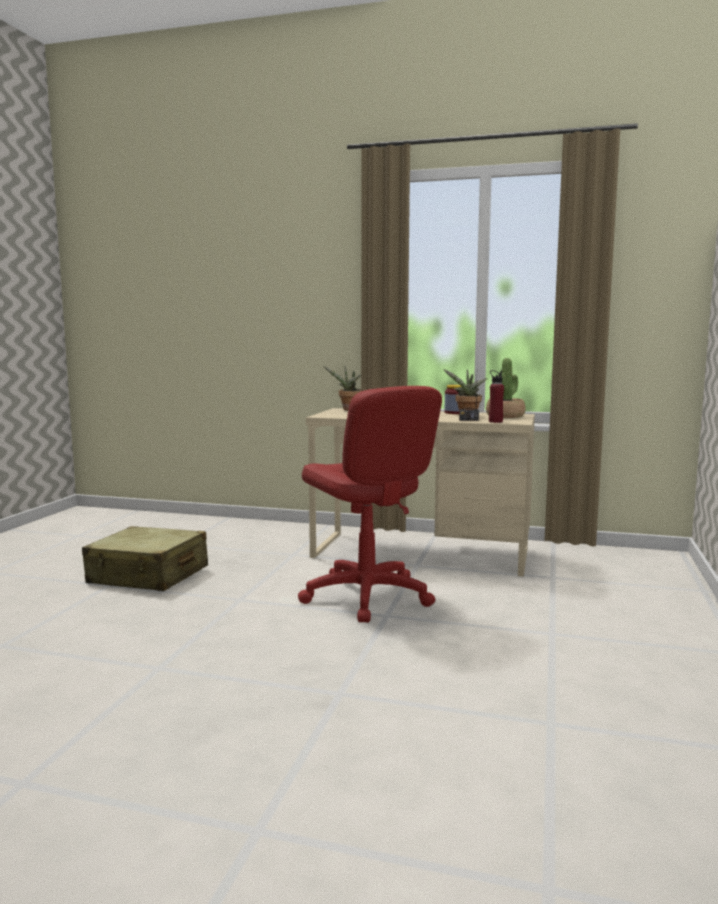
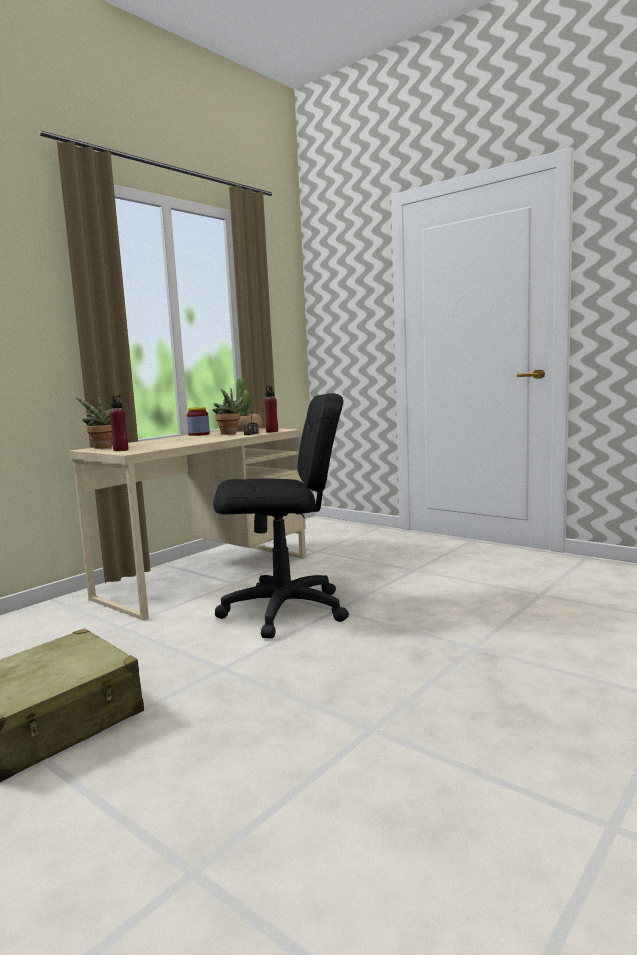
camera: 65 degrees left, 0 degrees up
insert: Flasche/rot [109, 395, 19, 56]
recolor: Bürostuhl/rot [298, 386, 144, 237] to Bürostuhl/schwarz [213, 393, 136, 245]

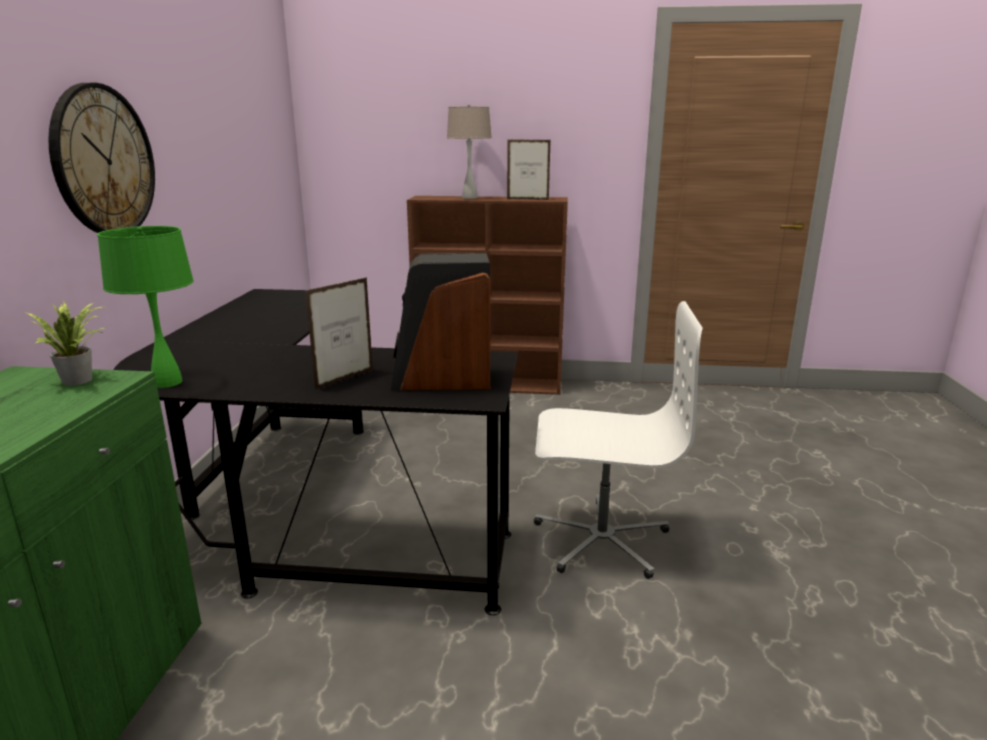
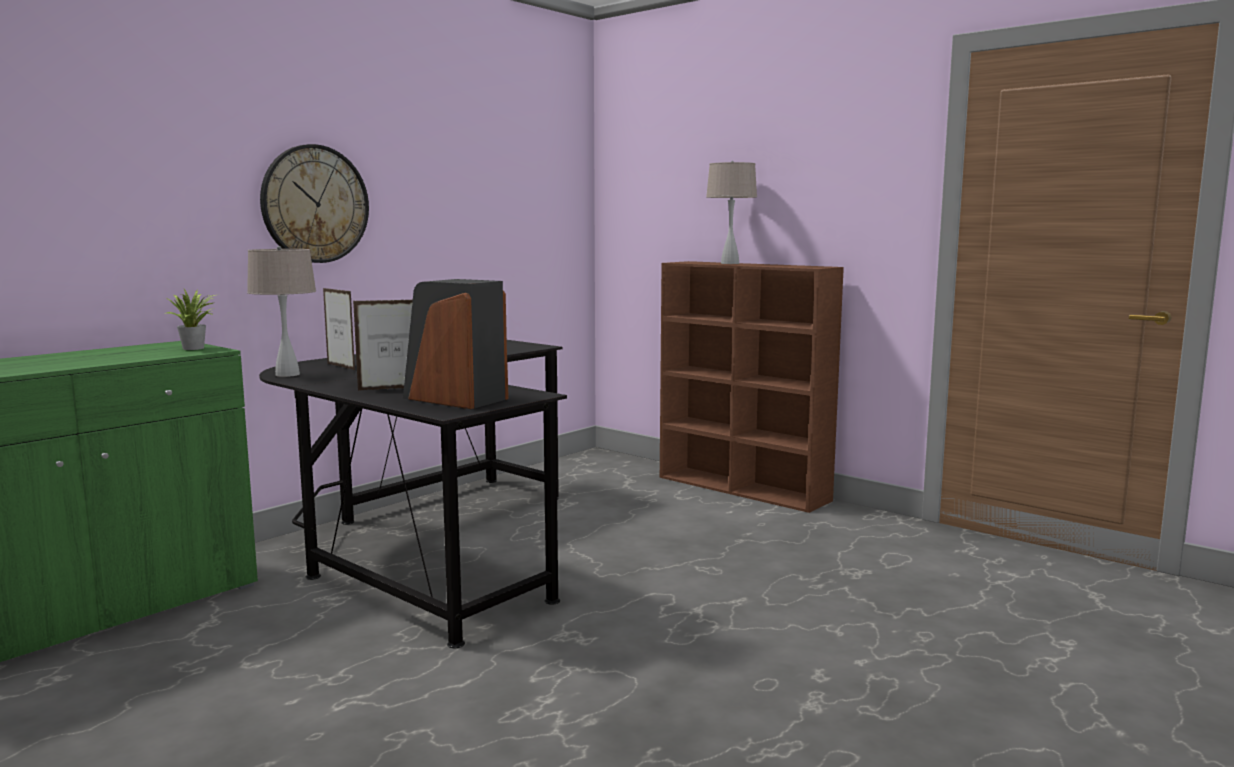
camera: 35 degrees right, 10 degrees down
delete: Bürostuhl/weiß [534, 301, 169, 278]
move: Bilderrahmen [507, 139, 43, 61] to [323, 288, 32, 82]
recolor: Tischlampe/grün [97, 226, 97, 162] to Tischlampe/beige [247, 246, 69, 131]

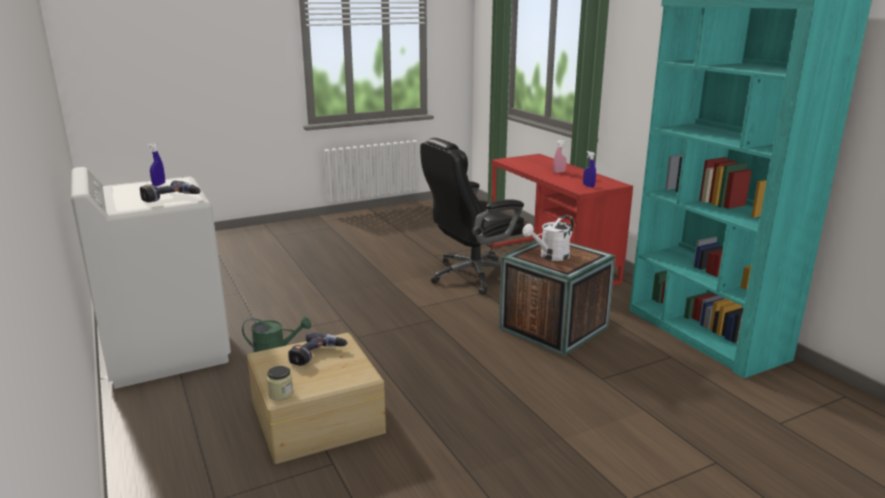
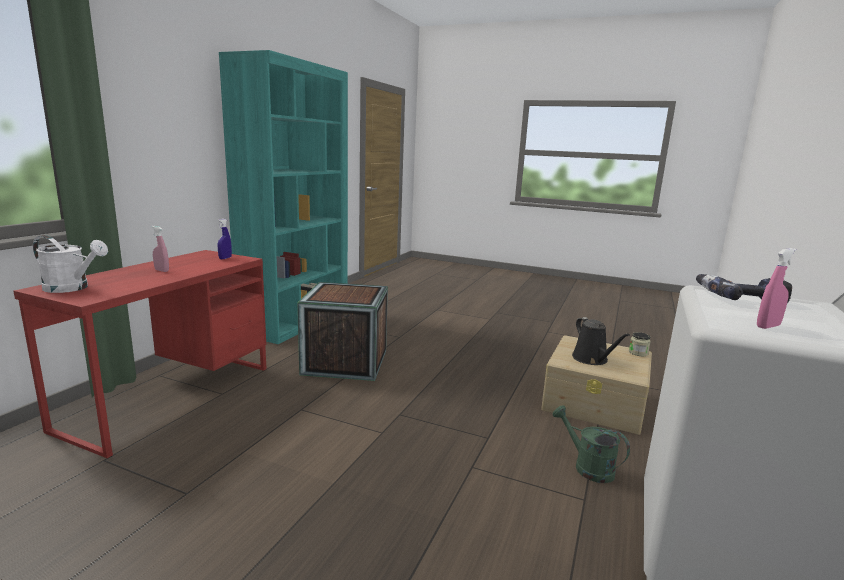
camera: 130 degrees left, 5 degrees down
delete: Bürostuhl/schwarz [420, 138, 105, 157]
move: Gießkanne/weiß [522, 215, 52, 46] to [33, 235, 75, 58]
replace: Bohrmaschine [288, 333, 59, 33] to Gießkanne/schwarz [572, 317, 58, 48]
recolor: Sprühflasche/blau [148, 142, 17, 44] to Sprühflasche/rosa [757, 248, 39, 81]

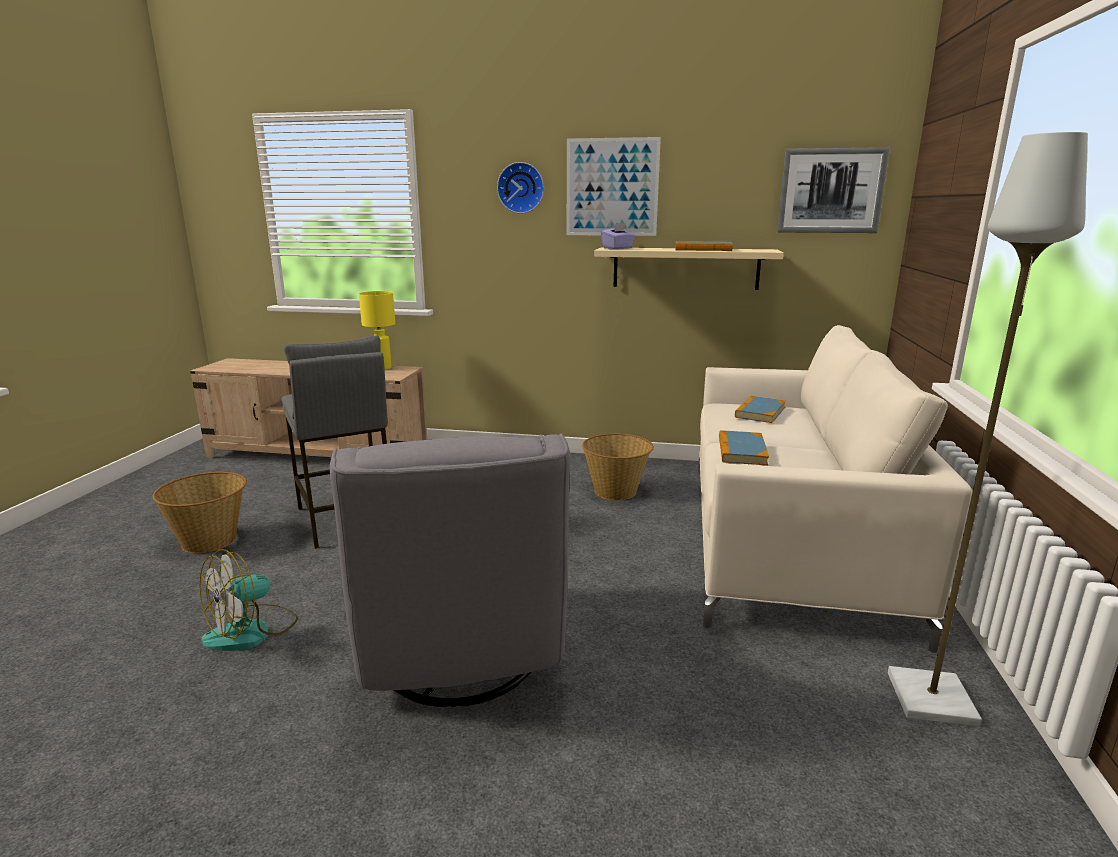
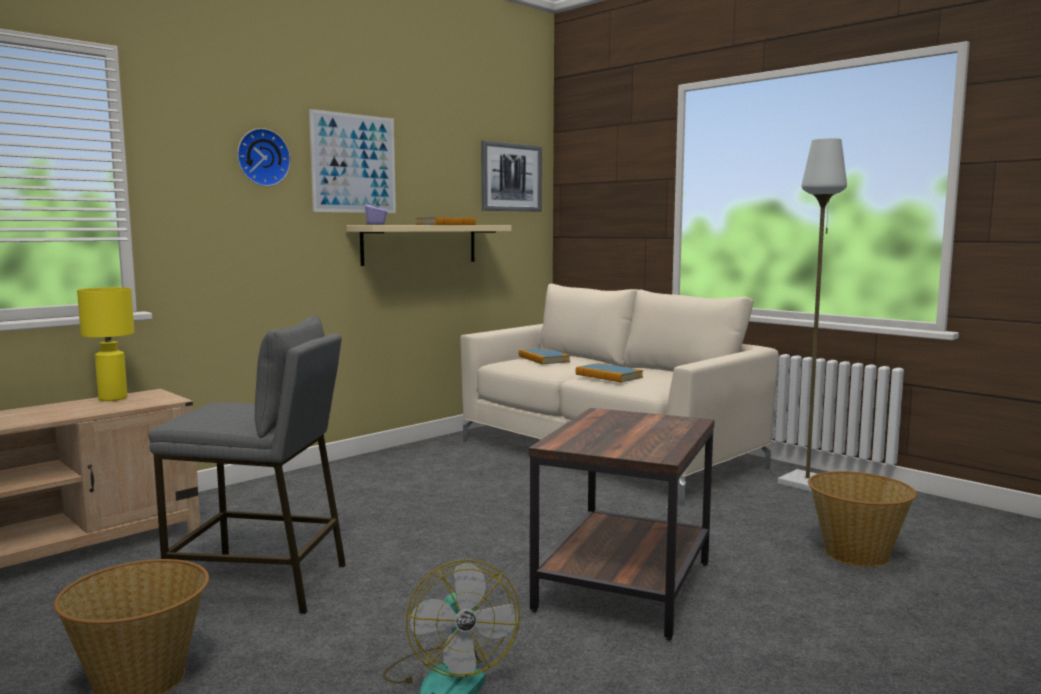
camera: 55 degrees left, 10 degrees down
move: Korb [582, 433, 72, 67] to [808, 471, 109, 96]
replace: Sessel/grau [330, 433, 240, 274] to Beistelltisch/braun [529, 408, 186, 232]

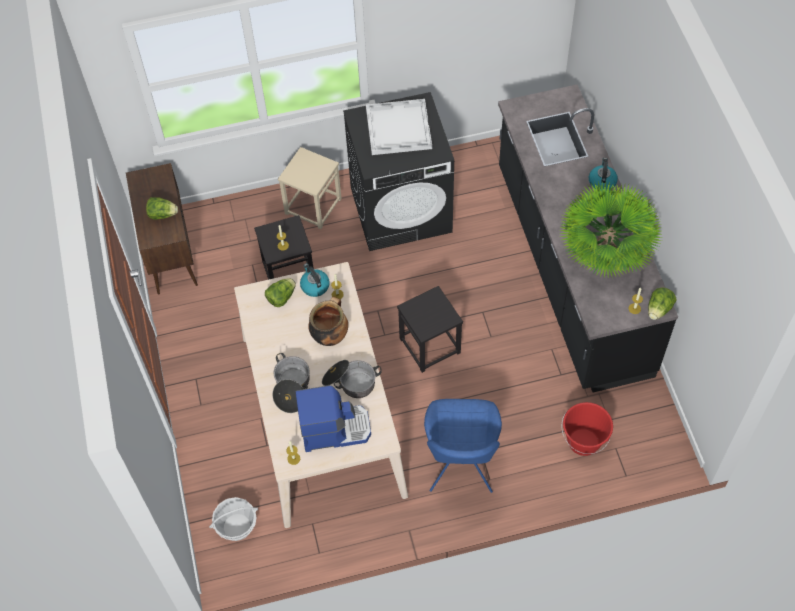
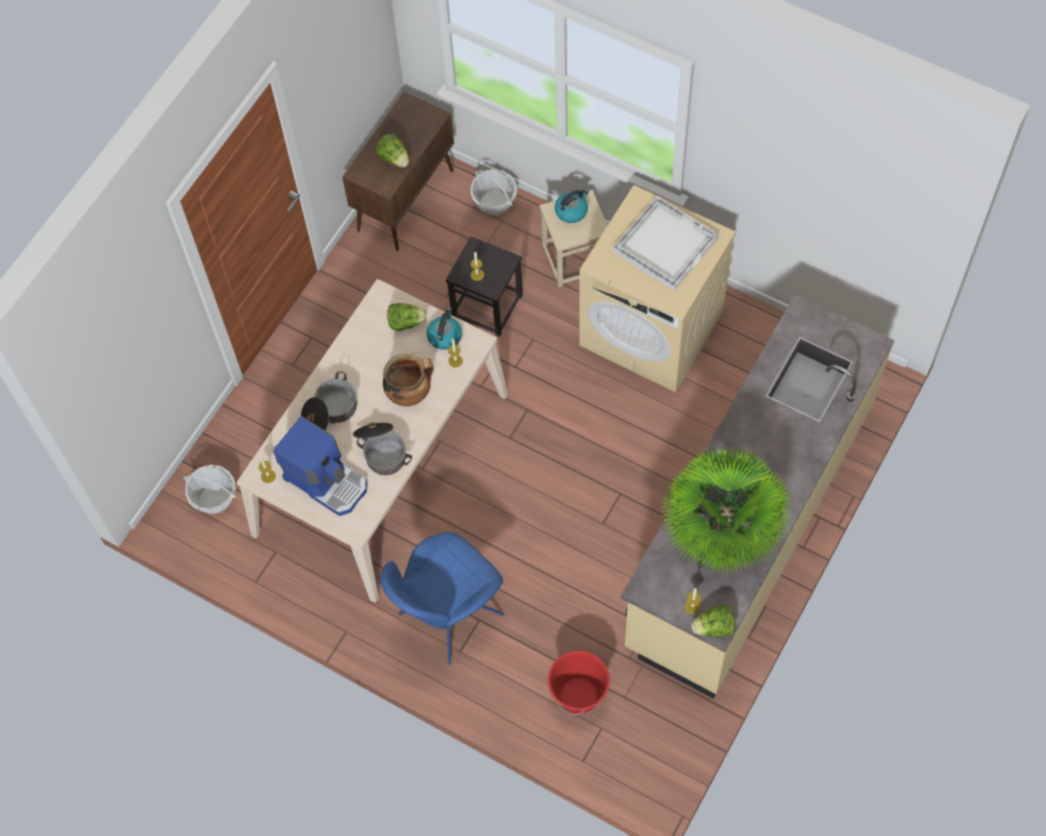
camera: 45 degrees right, 5 degrees up
delete: Hocker/schwarz [397, 286, 66, 87]
insert: Korb [471, 169, 46, 47]
move: Wasserkessel [589, 158, 29, 33] to [555, 189, 34, 34]
recolor: Küchenzeile/schwarz [498, 84, 180, 308] to Küchenzeile/beige [621, 294, 273, 404]; Waschmaschine/schwarz [343, 92, 111, 159] to Waschmaschine/beige [579, 185, 157, 207]

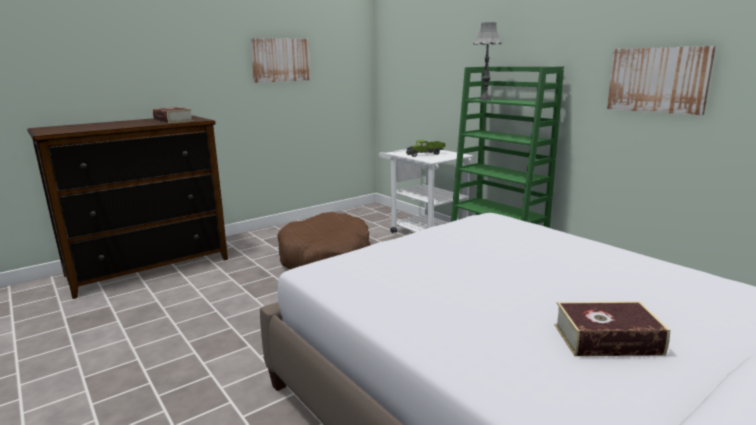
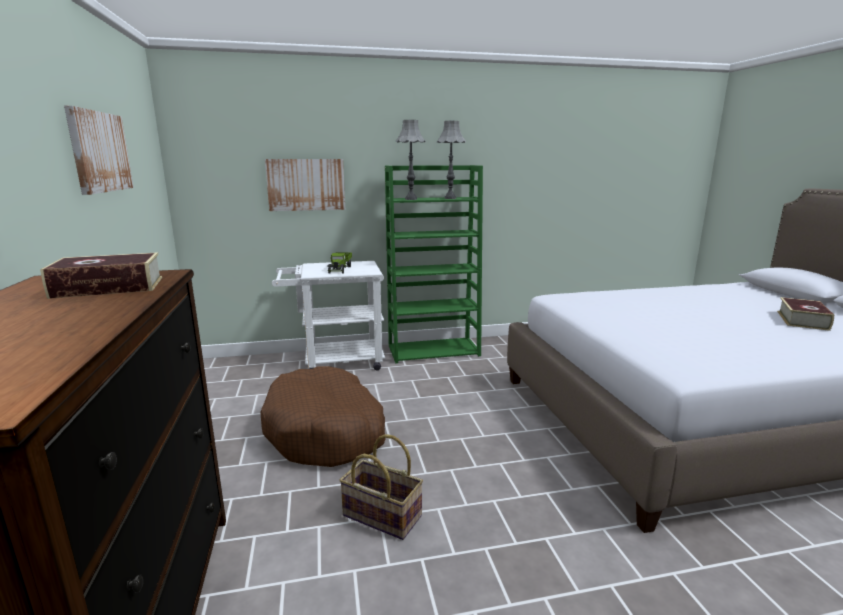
camera: 65 degrees left, 0 degrees up
insert: Tischlampe/grau [437, 121, 29, 78]; Korb [339, 434, 84, 106]
move: Bild [607, 46, 109, 69] to [265, 159, 80, 52]

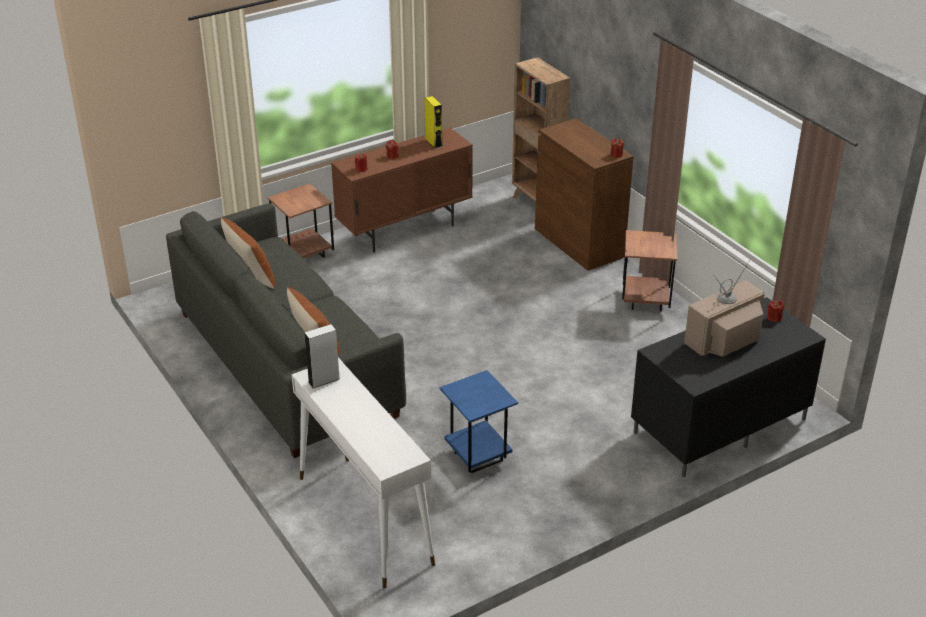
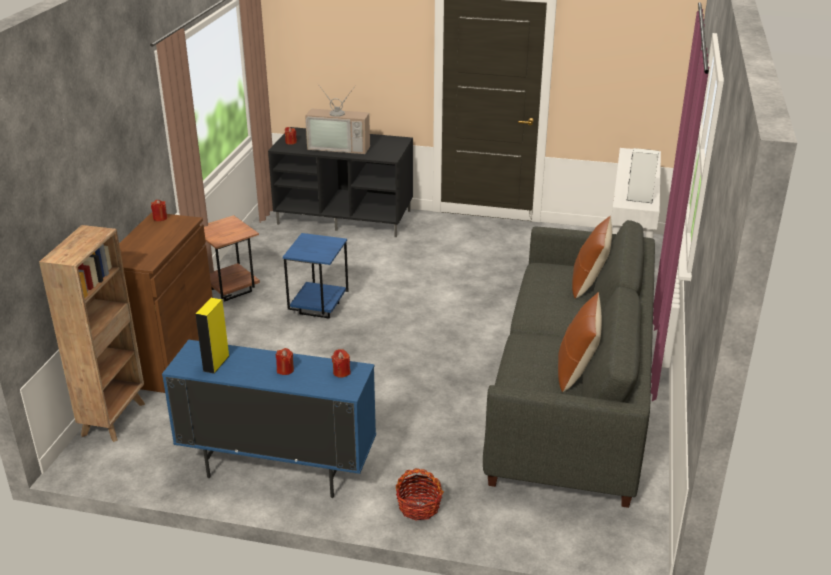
camera: 135 degrees left, 5 degrees down
move: Beistelltisch/blau [440, 370, 78, 103] to [283, 233, 65, 86]
replace: Beistelltisch/braun [267, 183, 67, 75] to Korb [396, 468, 48, 53]
recolor: Schrank/braun [331, 128, 142, 125] to Schrank/blau [162, 340, 214, 158]

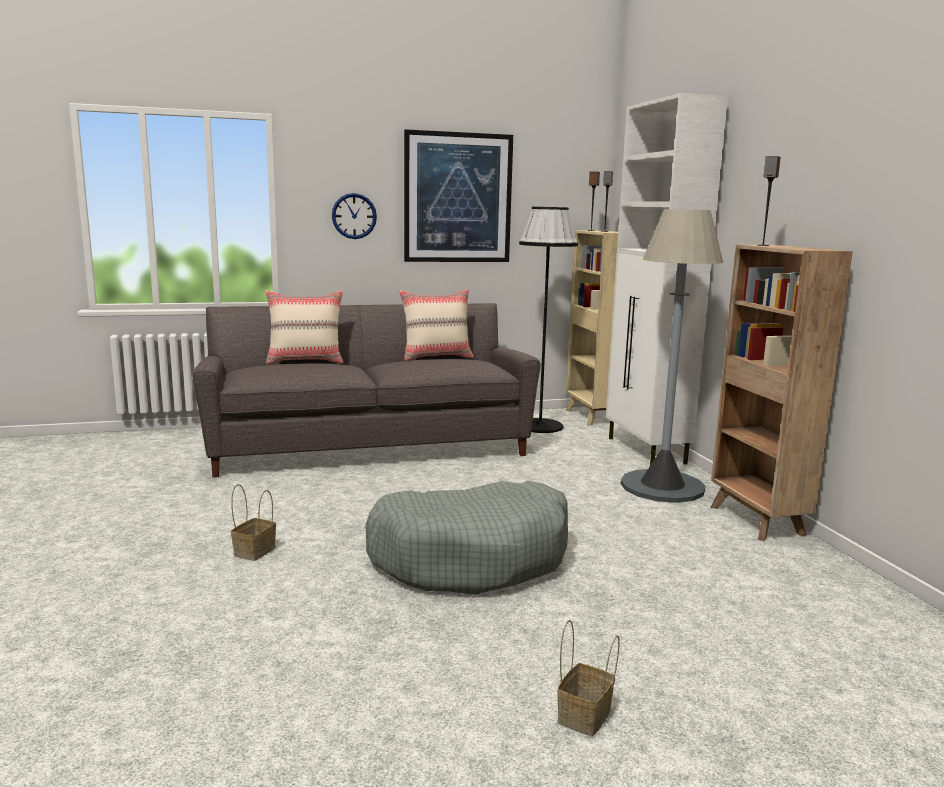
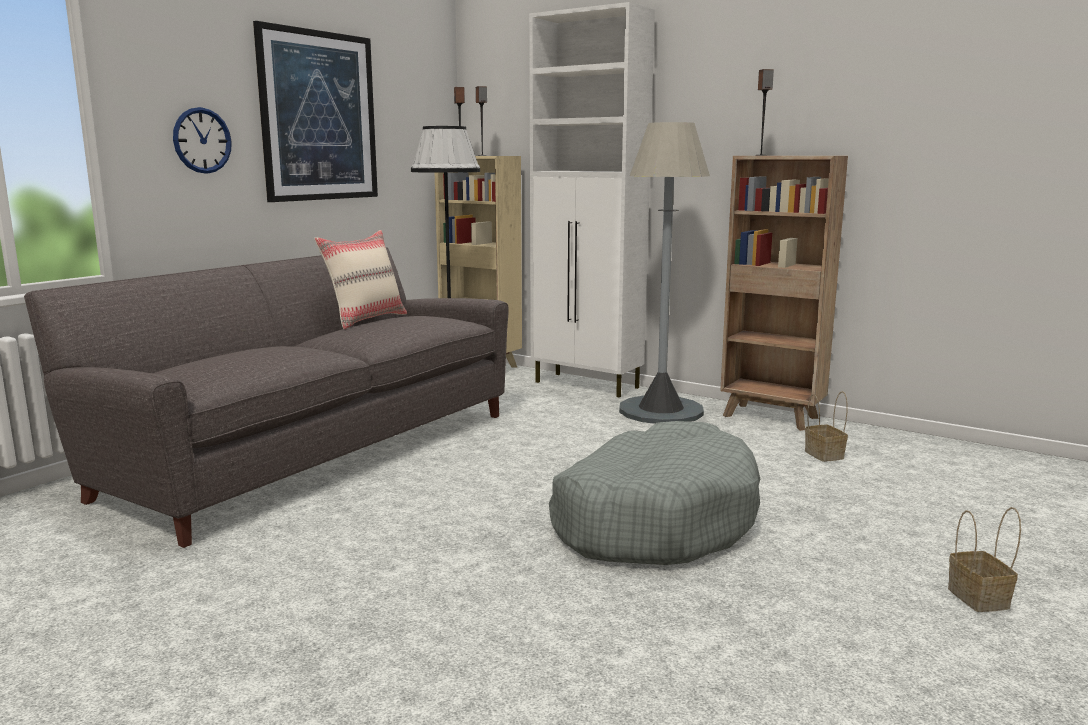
camera: 40 degrees left, 0 degrees up
delete: Kissen/beige [265, 290, 79, 74]
move: Korb [231, 484, 45, 77] to [805, 391, 43, 71]

